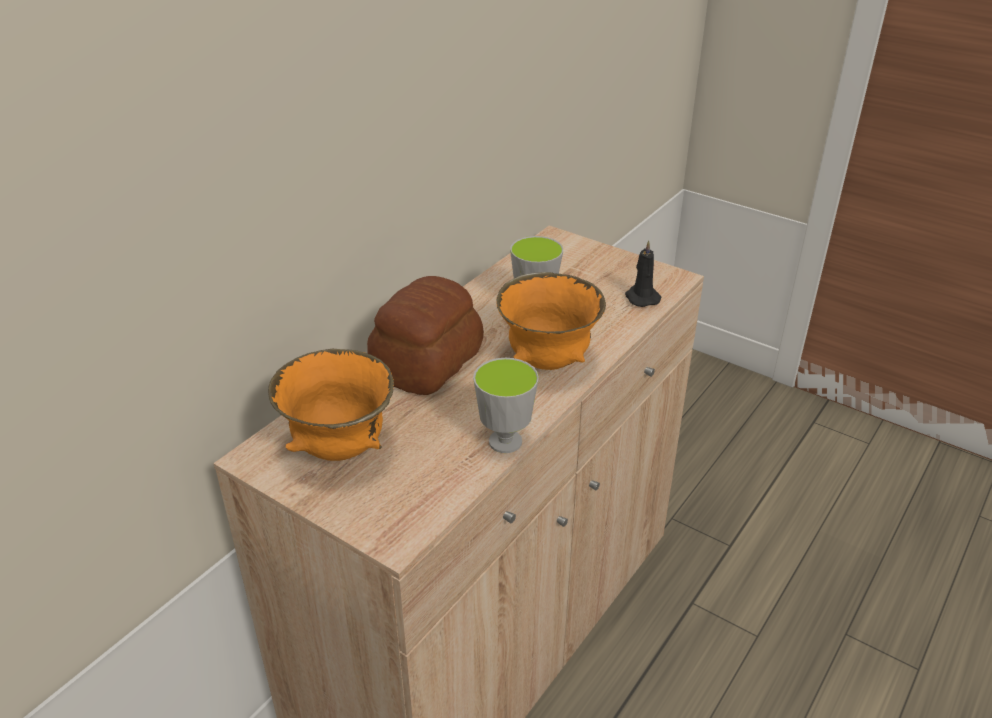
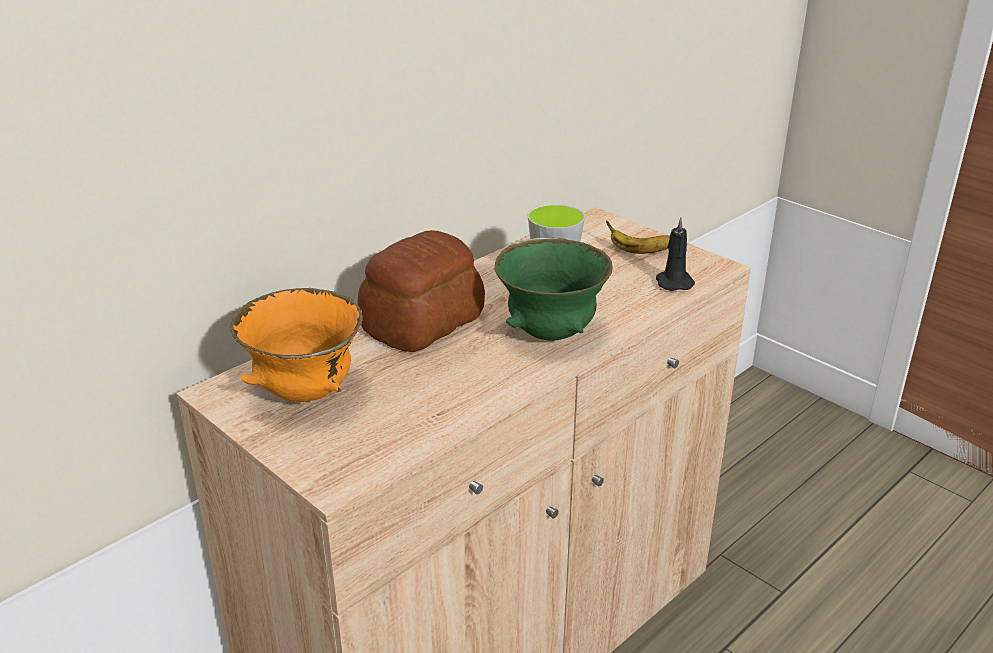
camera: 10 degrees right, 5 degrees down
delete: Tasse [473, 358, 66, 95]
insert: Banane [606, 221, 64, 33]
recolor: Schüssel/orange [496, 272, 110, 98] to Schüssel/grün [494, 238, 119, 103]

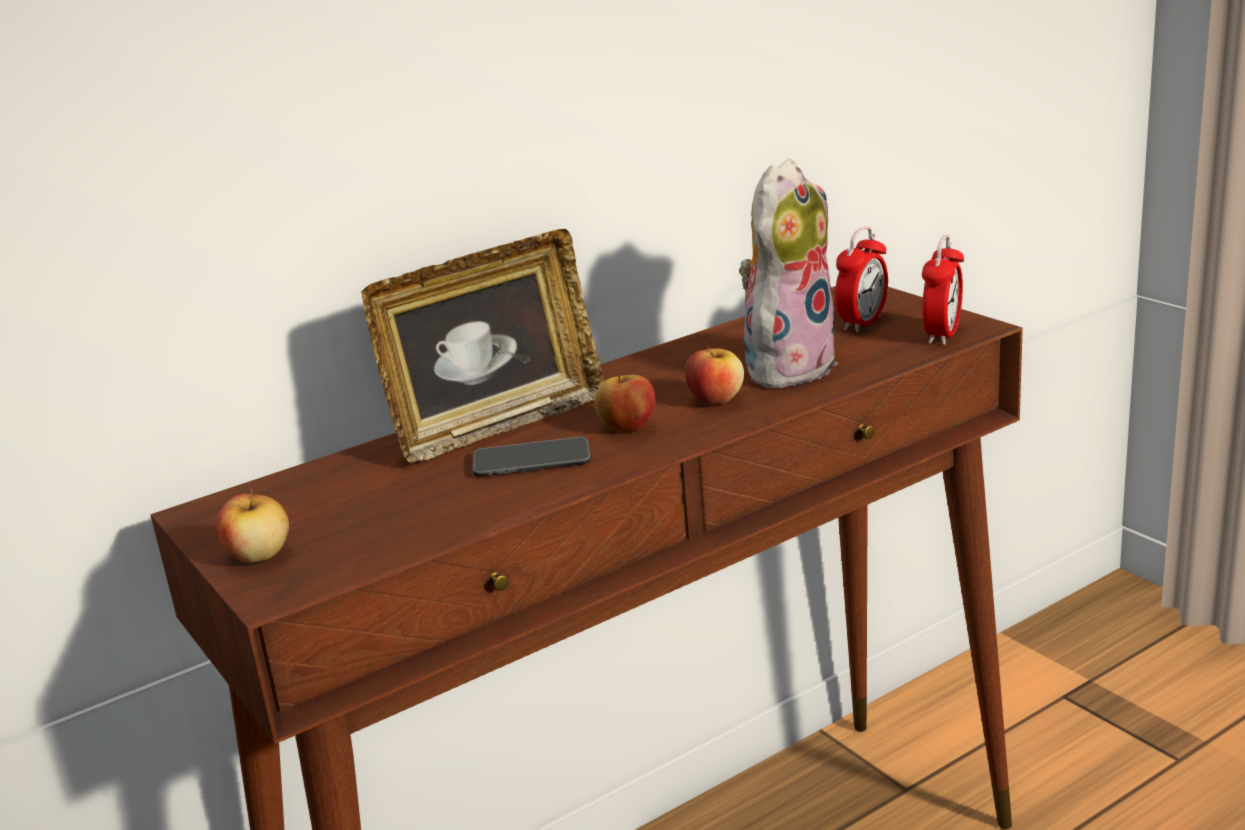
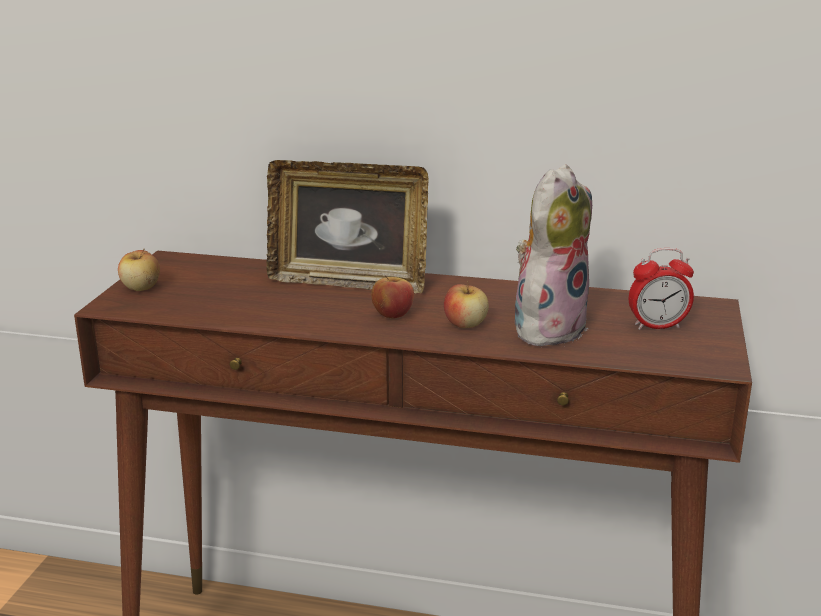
camera: 45 degrees right, 0 degrees up
delete: Wecker [922, 235, 42, 110]; Handy [473, 437, 118, 40]
rotate: Plüschtier [739, 159, 99, 229] = [515, 164, 77, 184] 45 degrees counterclockwise

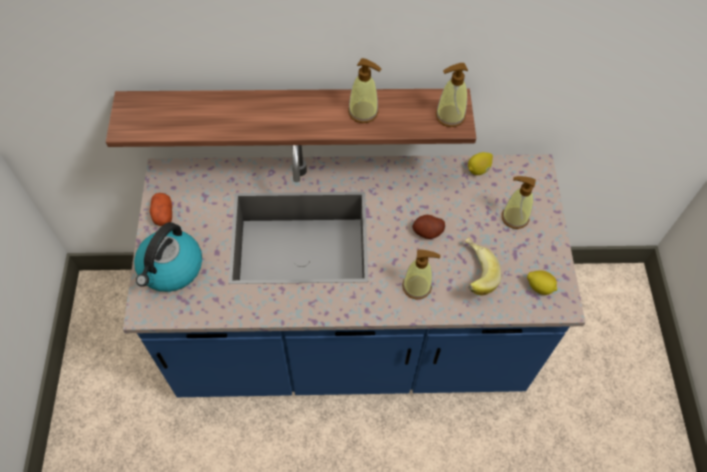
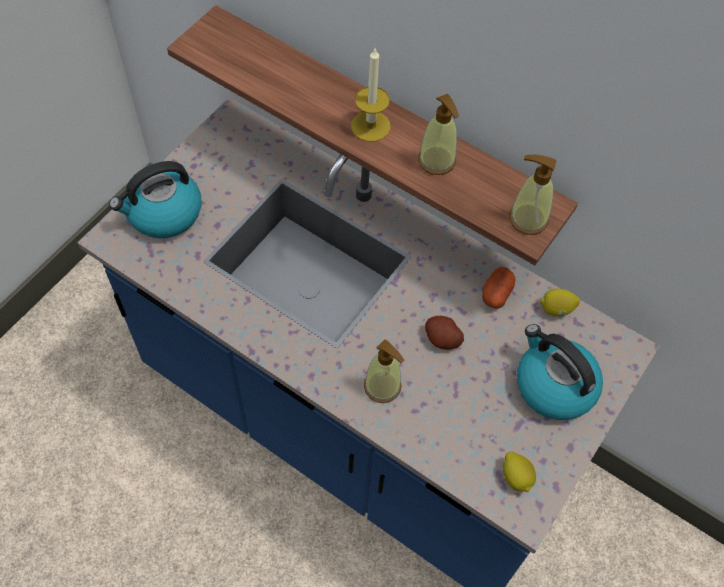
camera: 35 degrees right, 0 degrees up
delete: Banane [465, 238, 36, 58]
insert: Kerze [351, 49, 40, 93]
move: Kartoffel [150, 193, 22, 33] to [482, 267, 33, 42]
replace: Seifenspender [502, 176, 34, 53] to Wasserkessel [517, 324, 86, 96]

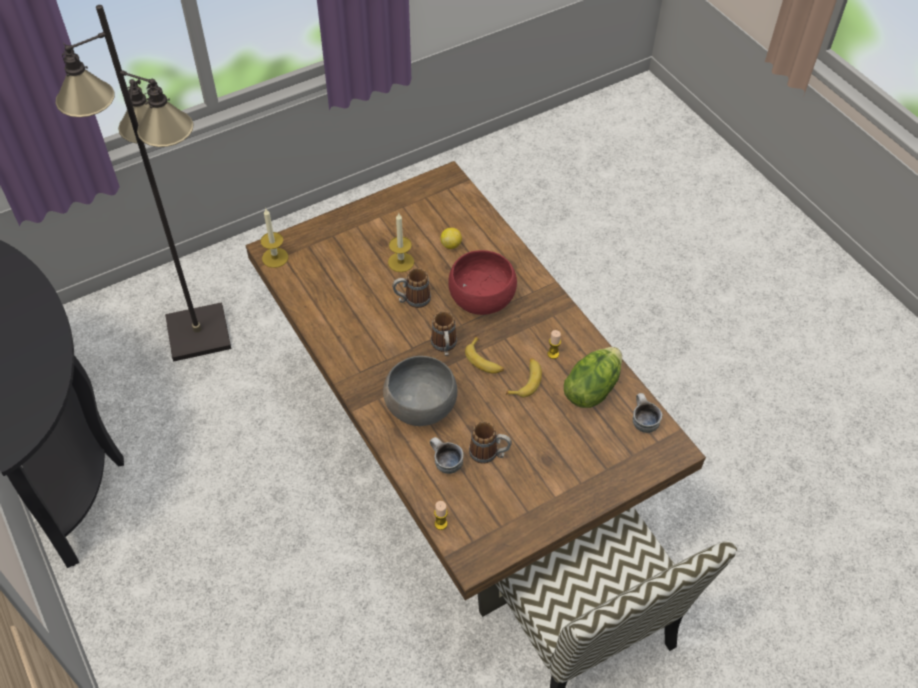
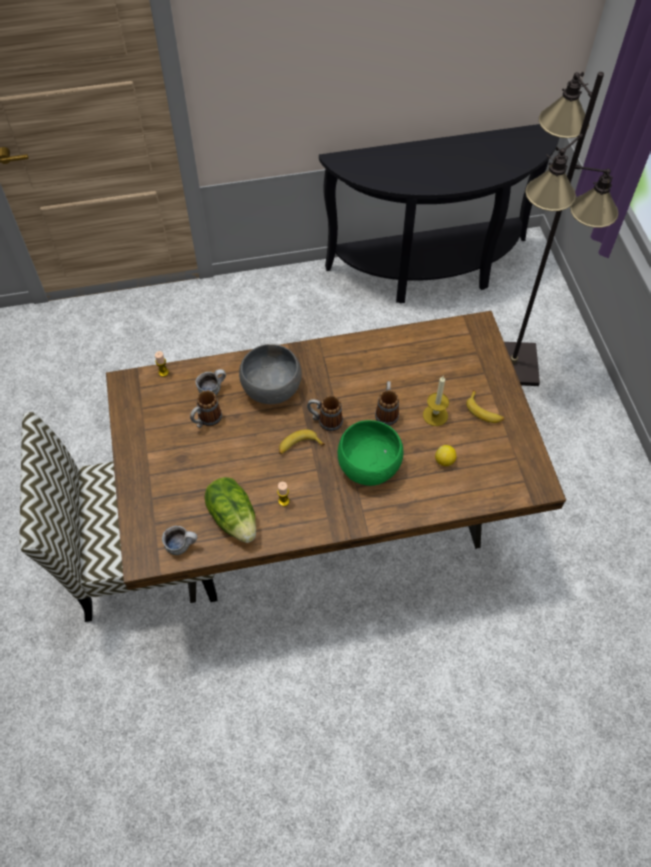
camera: 110 degrees right, 5 degrees up
delete: Kerze [260, 209, 28, 59]
move: Banane [506, 358, 36, 39] to [466, 390, 38, 33]
recolor: Schüssel/rot [448, 250, 69, 65] to Schüssel/grün [338, 420, 65, 66]

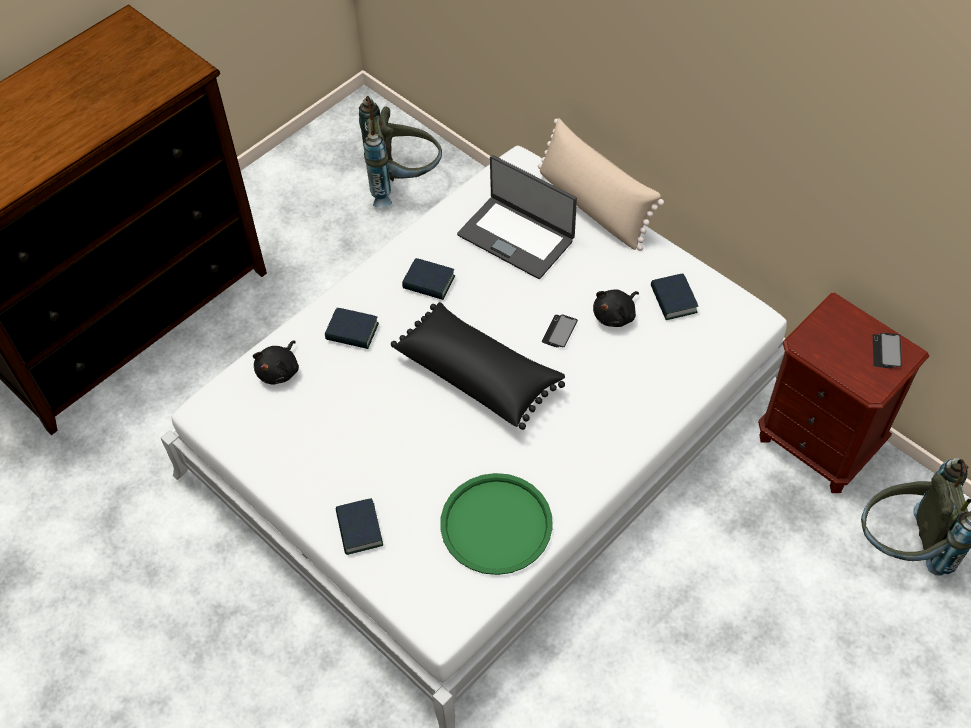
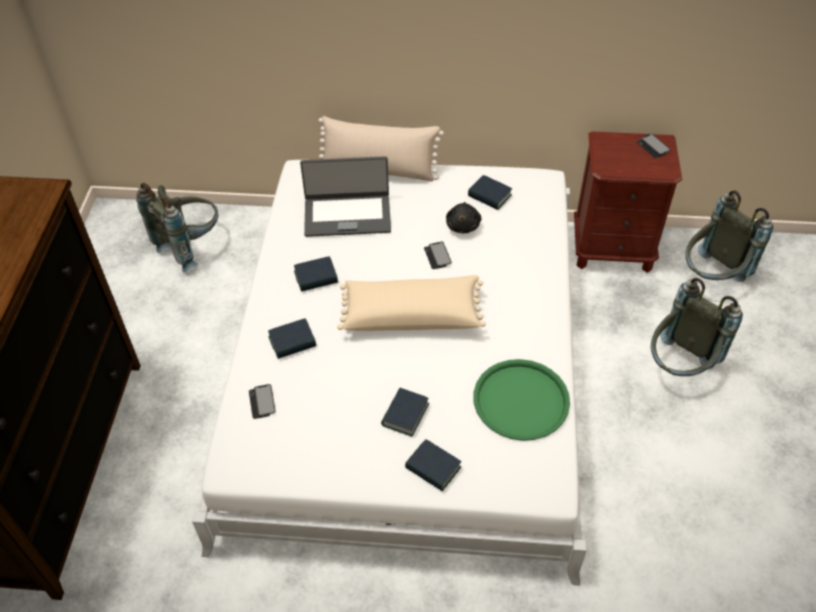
camera: 40 degrees left, 5 degrees down
insert: Rucksack/grau [651, 278, 92, 98]; Buch [381, 388, 49, 49]
replace: Plüschtier/schwarz [253, 340, 46, 44] to Handy [249, 384, 27, 35]
recolor: Kissen/schwarz [391, 302, 174, 128] to Kissen/beige [337, 275, 149, 56]

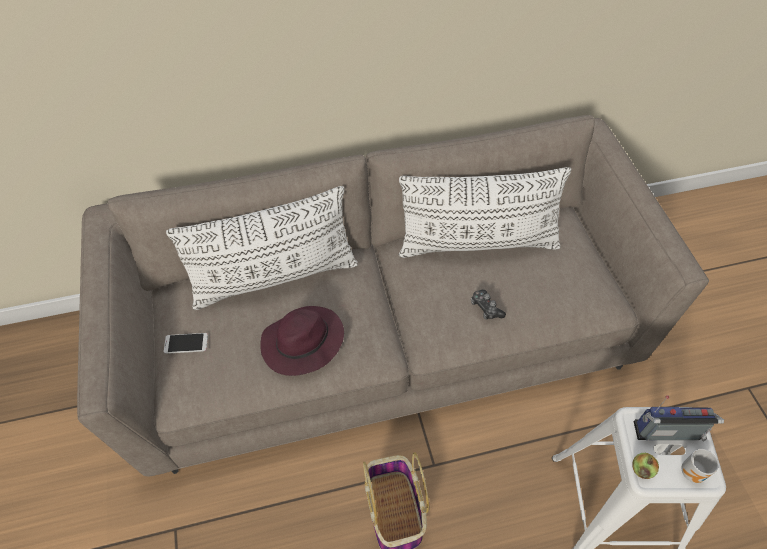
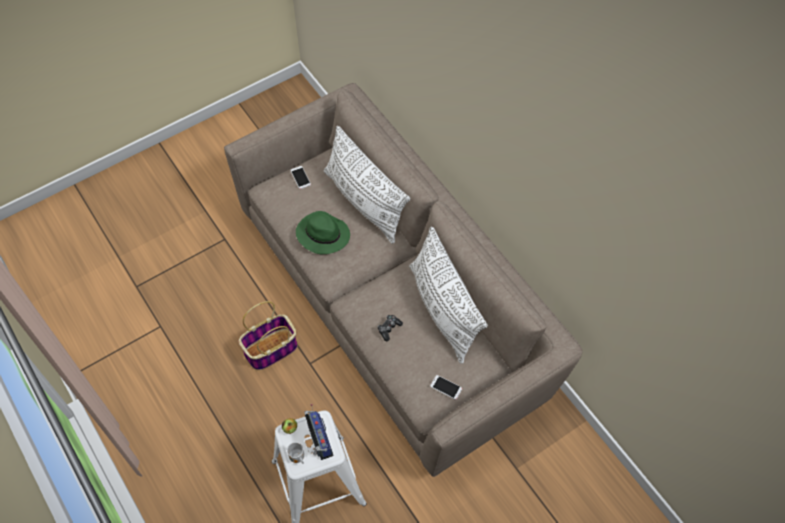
camera: 70 degrees right, 5 degrees up
insert: Handy [430, 375, 32, 25]
recolor: Hut/lila [260, 306, 84, 70] to Hut/grün [296, 211, 54, 44]

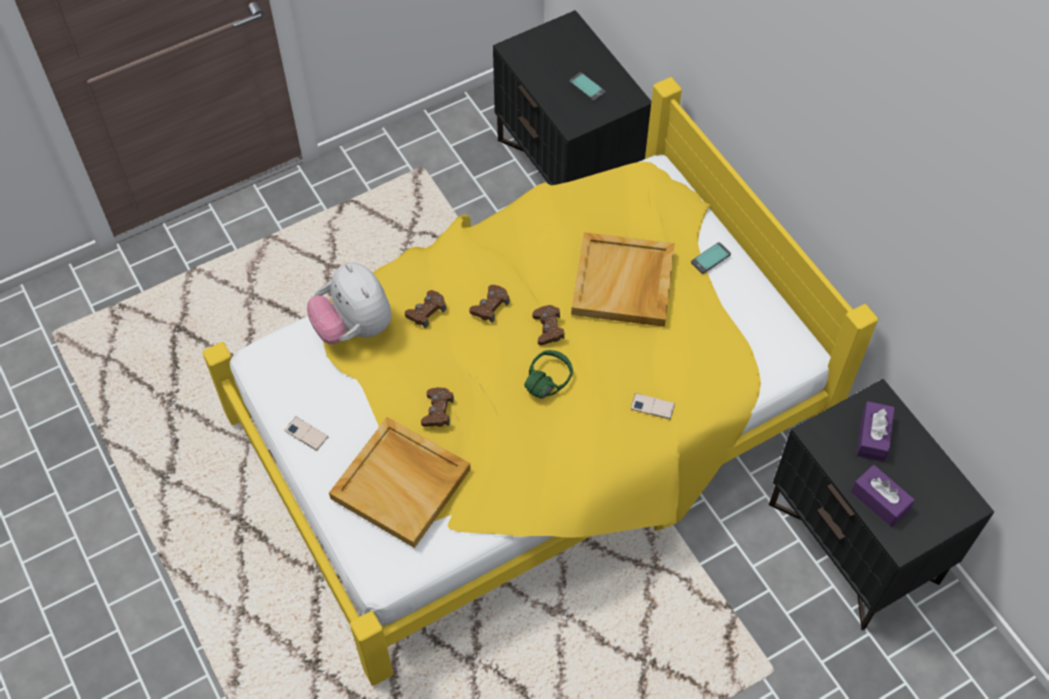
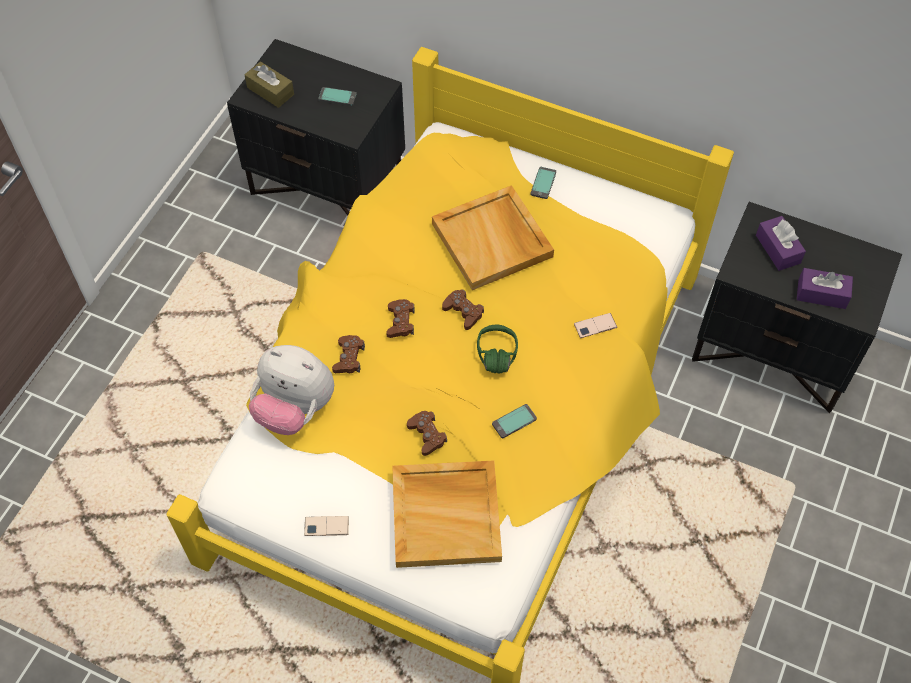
camera: 35 degrees left, 0 degrees up
insert: Taschentuchbox/braun [245, 62, 49, 46]; Handy [492, 404, 45, 34]

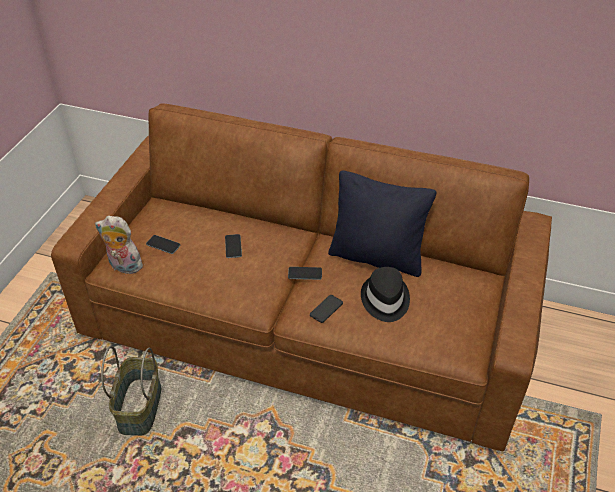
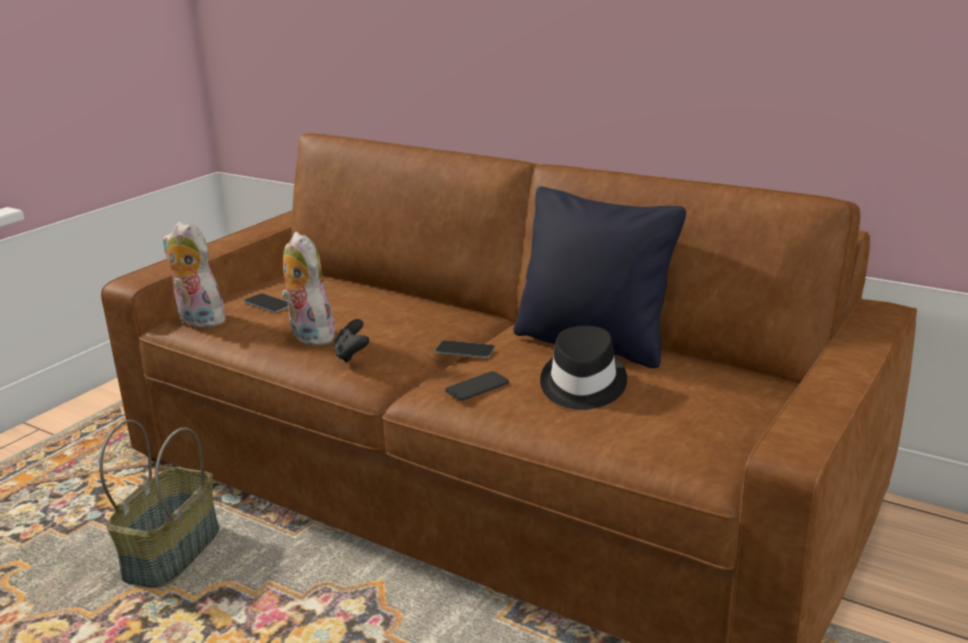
camera: 15 degrees right, 20 degrees down
delete: Handy [225, 234, 17, 24]
insert: Plüschtier [281, 232, 56, 114]; Gamepad/schwarz [334, 319, 35, 44]

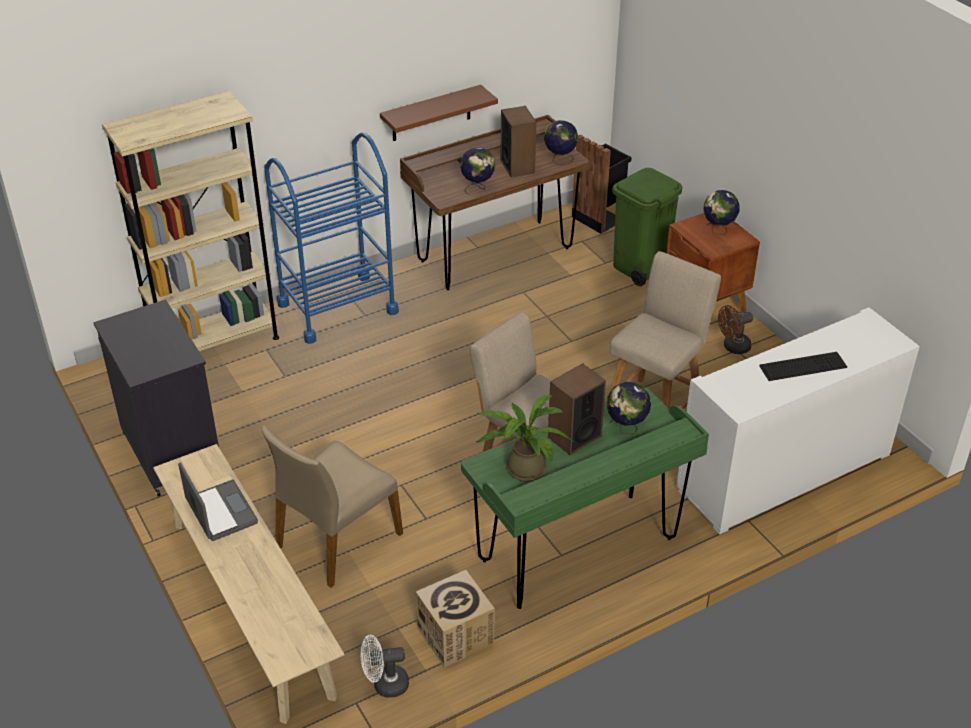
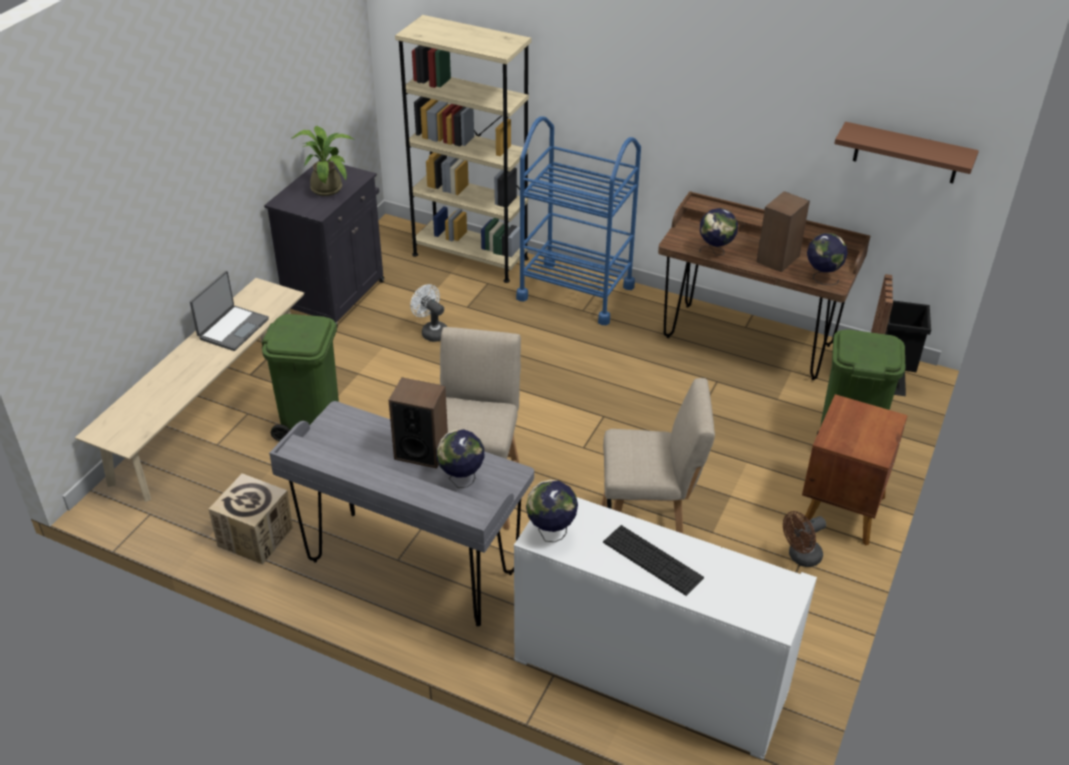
camera: 55 degrees right, 0 degrees up
move: Wandregal/braun [380, 85, 118, 56] to [834, 122, 145, 61]; Globus [703, 190, 37, 45] to [526, 480, 52, 62]; Topfpflanze [476, 395, 96, 87] to [292, 126, 63, 70]; Ventilator/weiß [361, 635, 48, 63] to [410, 284, 37, 58]
replace: Stuhl/beige [262, 425, 141, 163] to Mülleimer/grün [262, 314, 77, 127]
recolor: Schreibtisch/grün [461, 388, 248, 221] to Schreibtisch/grau [269, 401, 265, 226]
rotate: Ventilator/braun [718, 305, 35, 49] = [783, 511, 43, 56] 60 degrees counterclockwise

